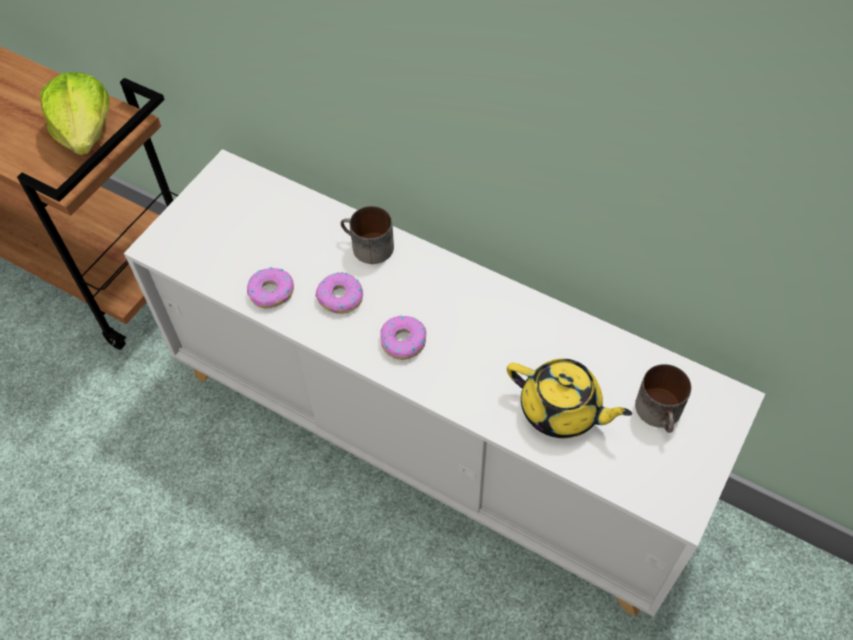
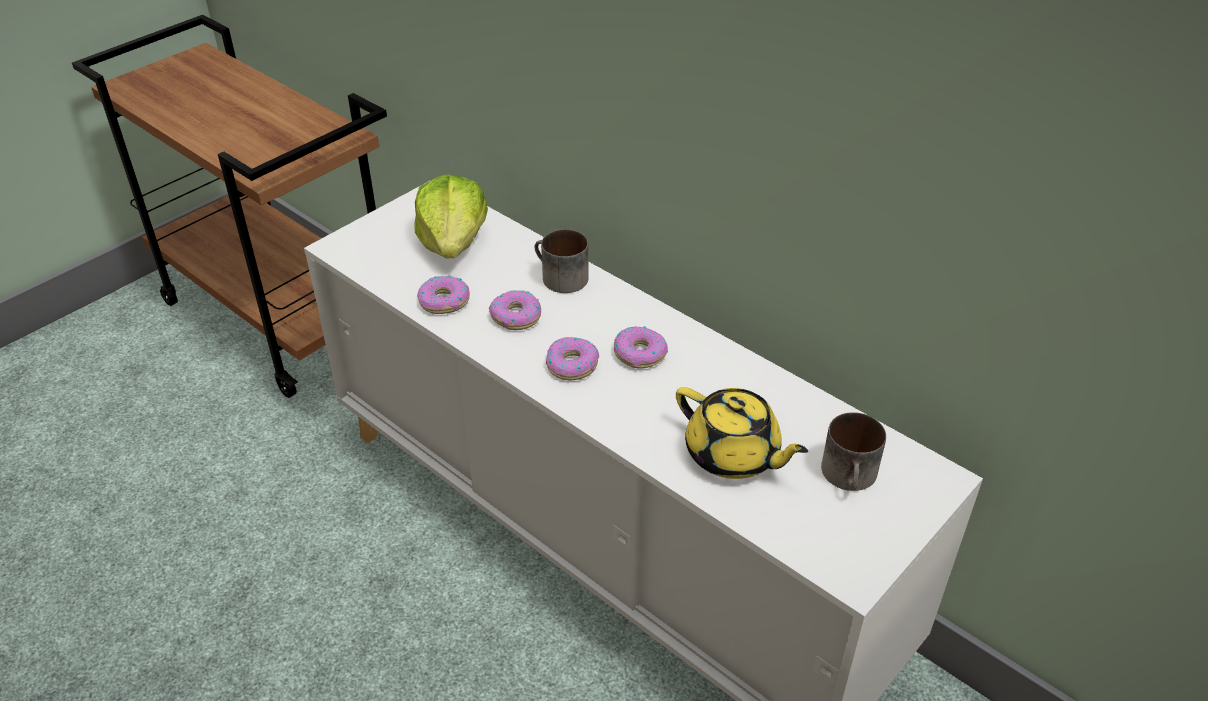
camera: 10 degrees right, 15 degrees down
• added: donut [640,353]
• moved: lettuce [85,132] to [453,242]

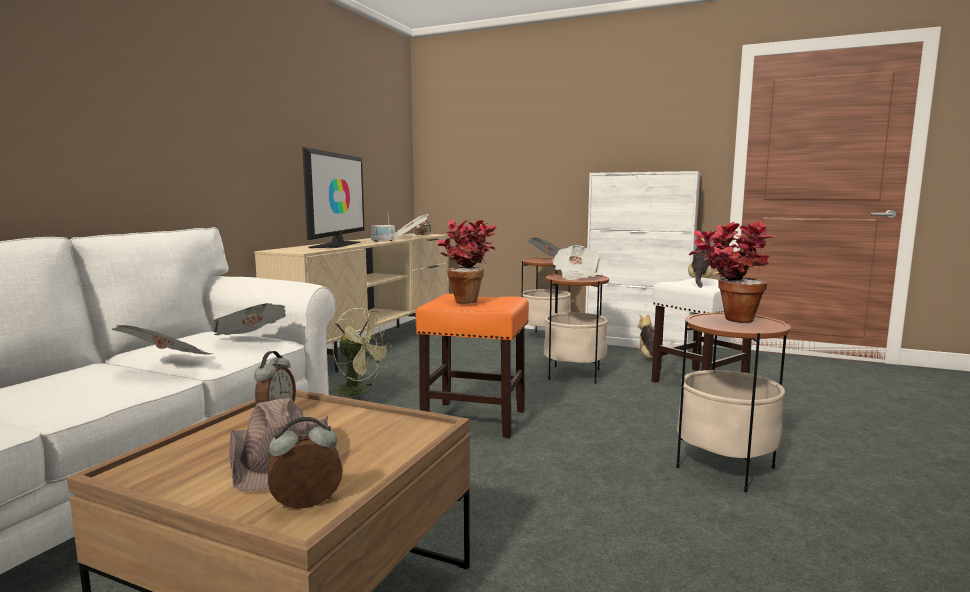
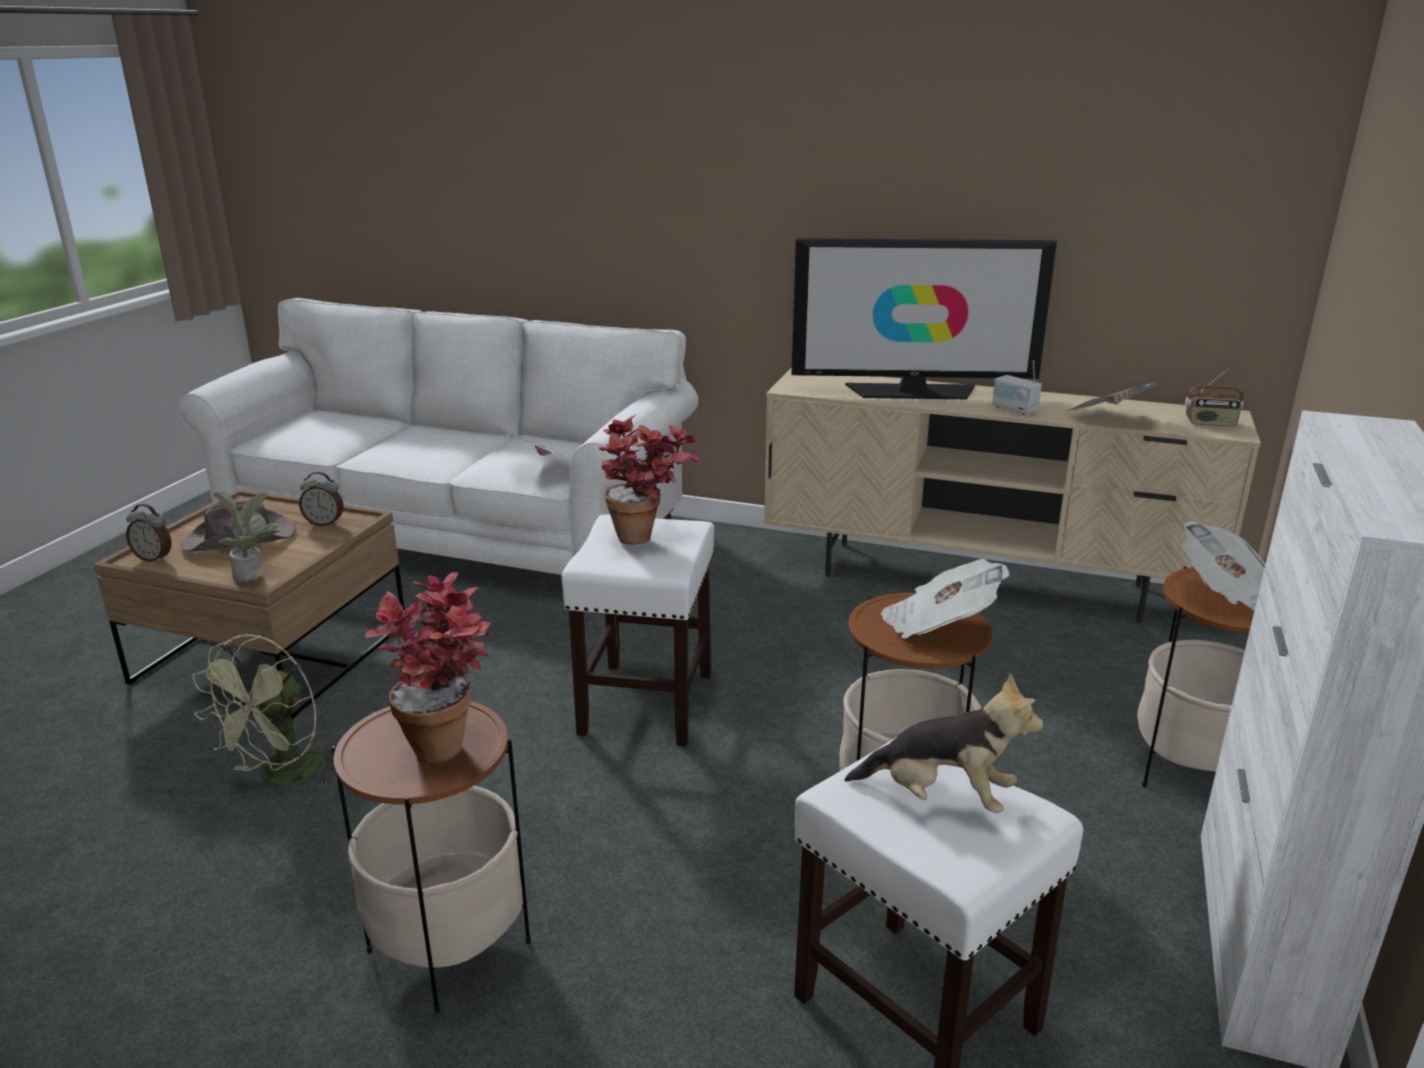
camera: 85 degrees right, 15 degrees up
• removed: printed paper [168,363]
• removed: cuddly toy [650,360]
• added: houseplant [255,574]
• moved: green electric fan [360,392] to [282,778]
• recoloured: orangey stool seat [475,419] to whitish stool seat [646,704]
• turned: bedside clock [307,506] = [154,558] 135 degrees clockwise

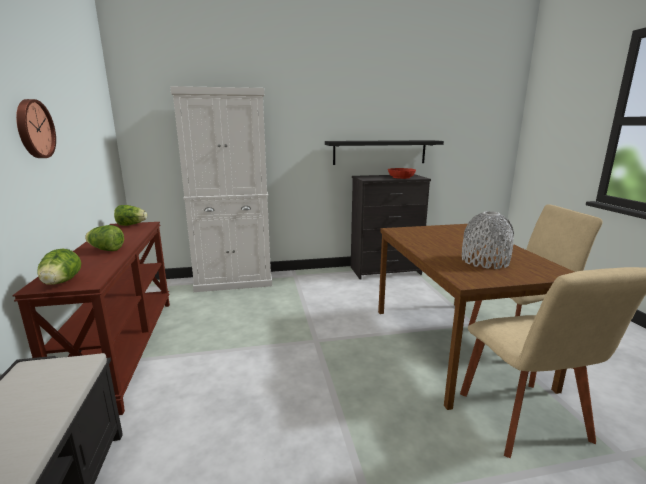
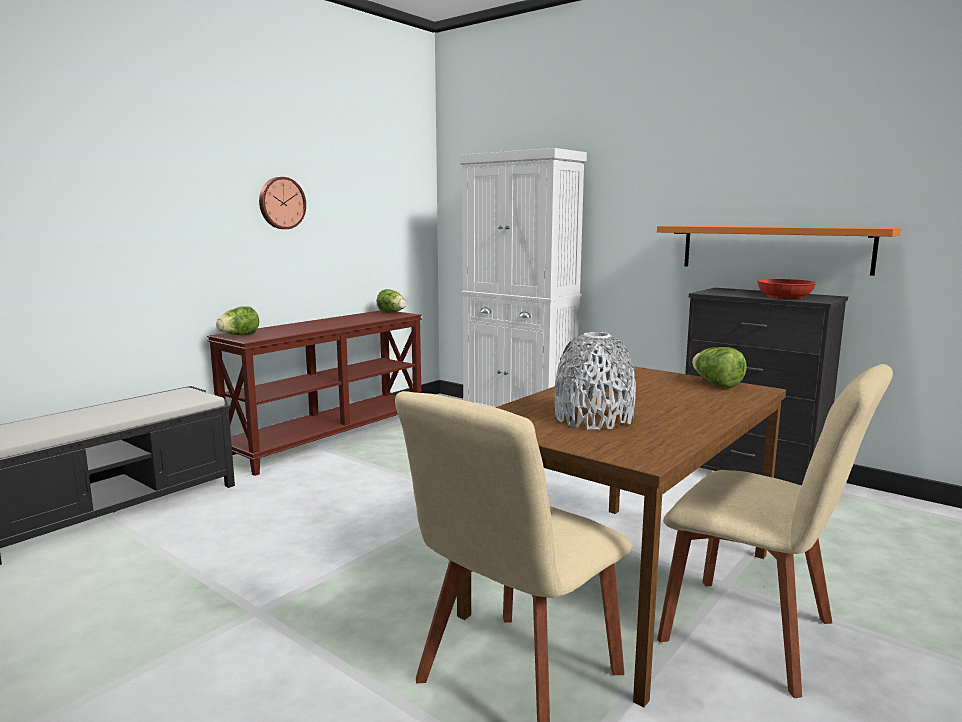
camera: 50 degrees right, 5 degrees down
• moved: lettuce [106,250] to [716,384]
• recoloured: black bracket shelf [379,152] to orangey bracket shelf [773,248]

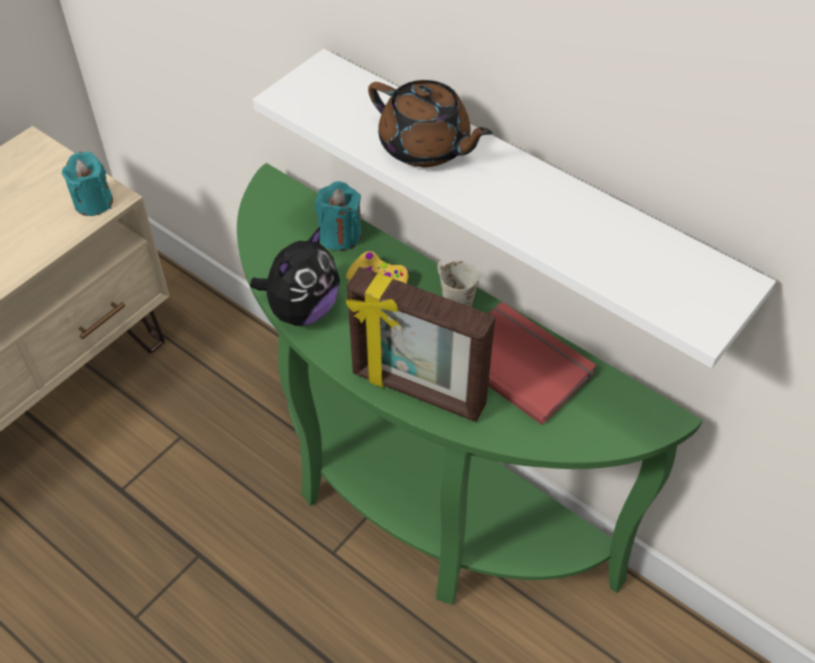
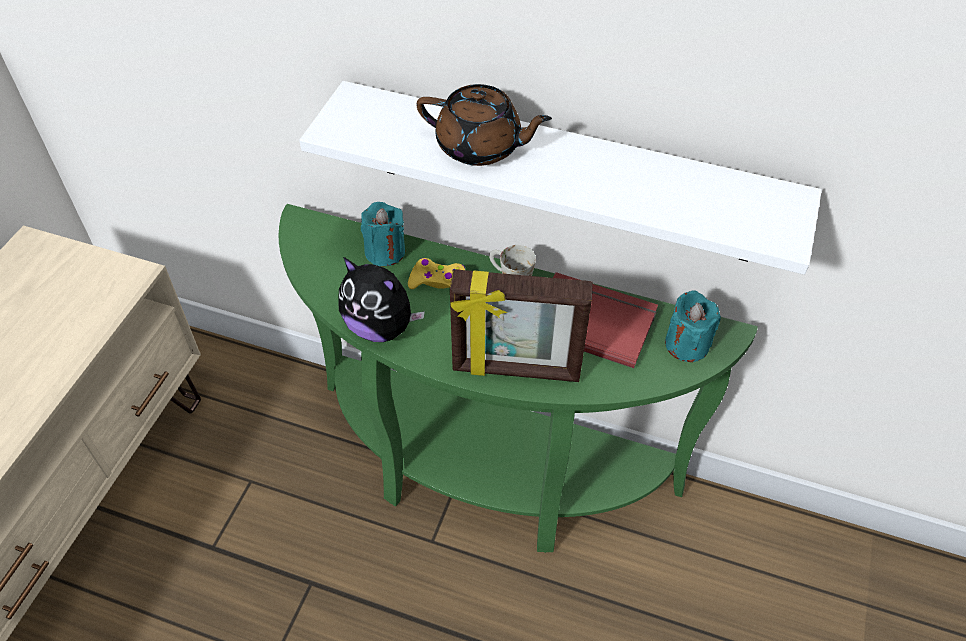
camera: 20 degrees left, 0 degrees up
• moved: turquoise candle [93,202] to [686,344]
• turned: cuddly toy [302,310] = [381,327] 105 degrees clockwise

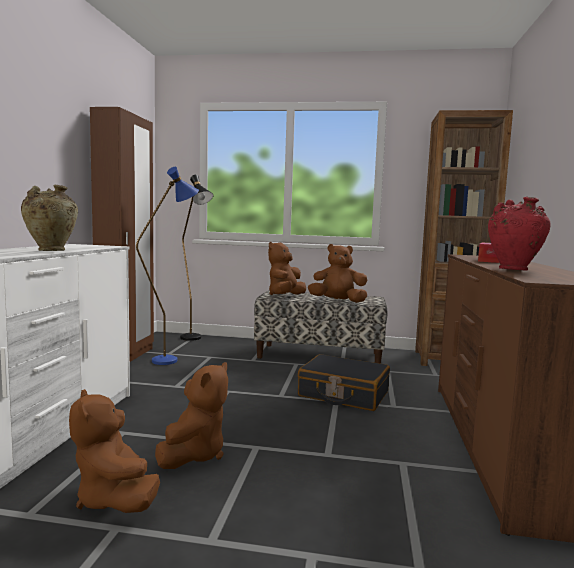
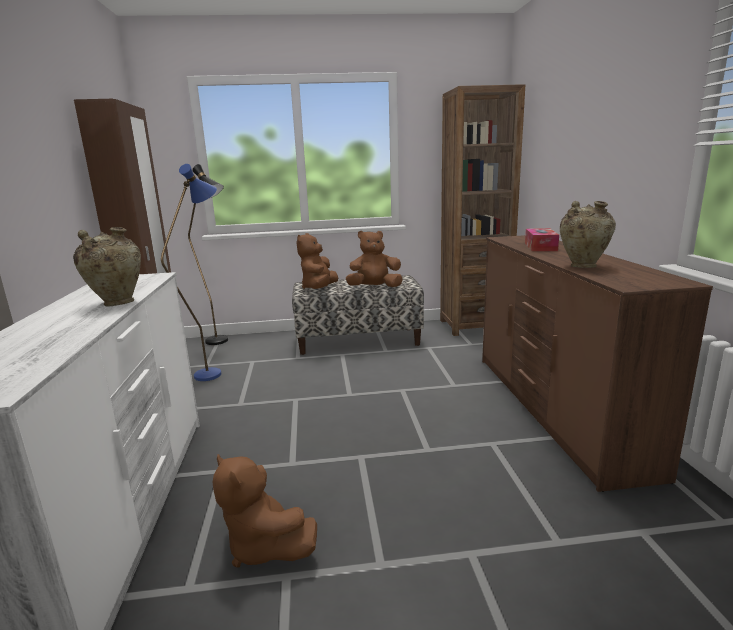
camera: 15 degrees left, 10 degrees up
• removed: brownish cuddly toy [194,454]
• removed: black travel case [343,394]
• recoloured: red decorative vase [513,270] to beige-coloured decorative vase [582,266]

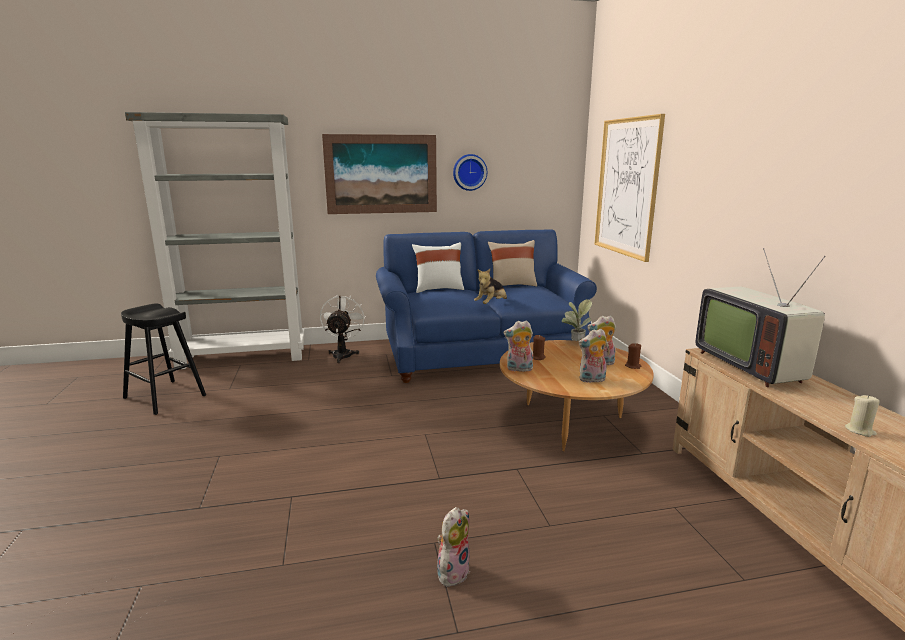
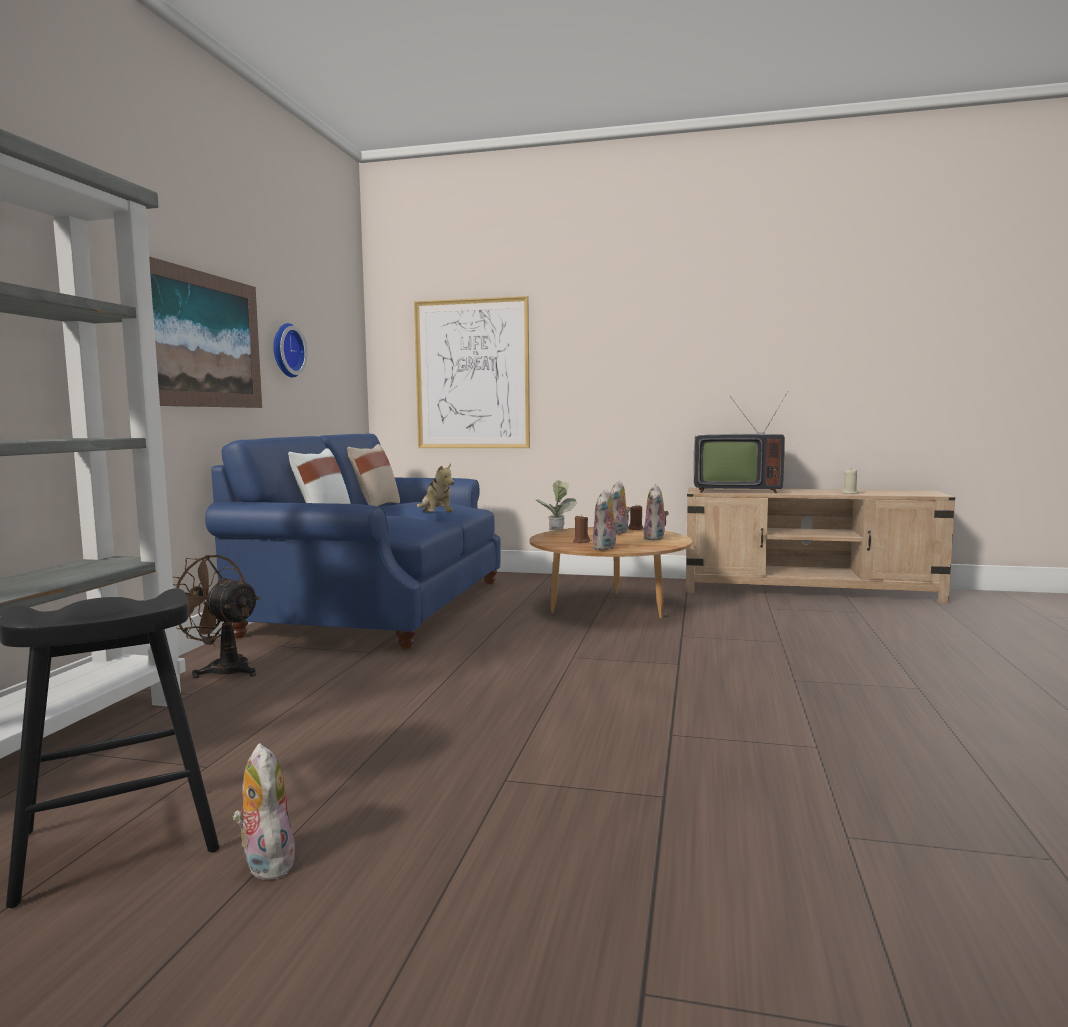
camera: 65 degrees left, 10 degrees down
• moved: cuddly toy [452,571] to [265,863]
• recoloured: whitish electric fan [343,354] to brownish electric fan [221,669]

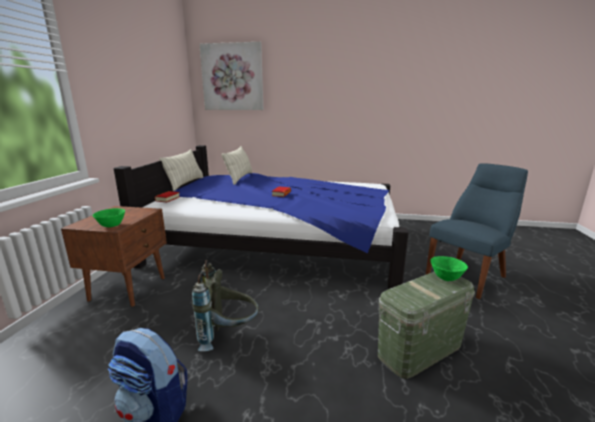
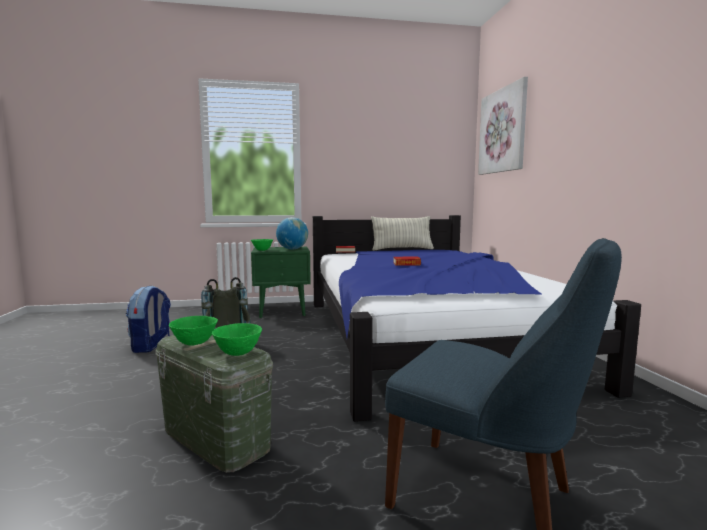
camera: 70 degrees right, 10 degrees down
• removed: cushion [239,178]
• added: green bowl [194,343]
• added: globe [292,249]
• recoloured: brownish bedside table [129,288] to green bedside table [283,311]

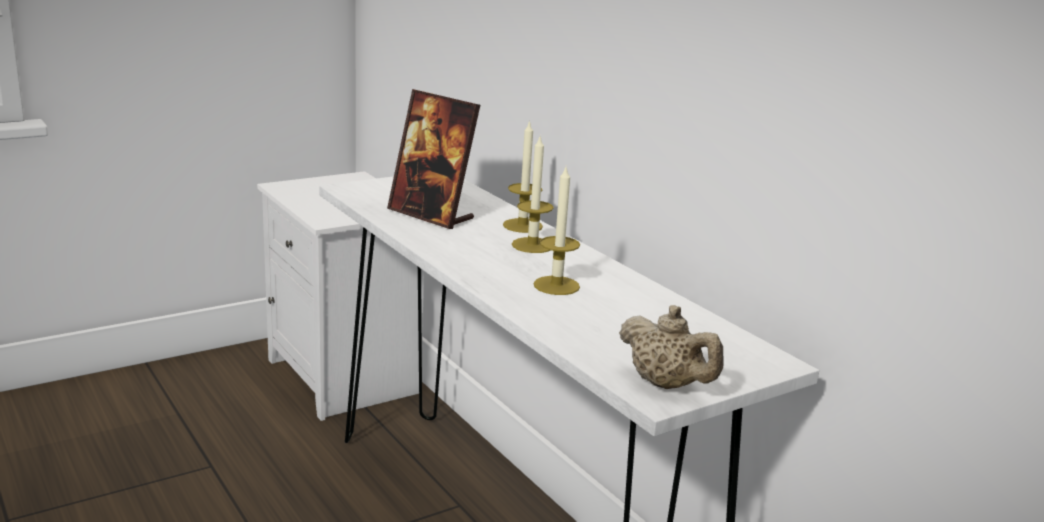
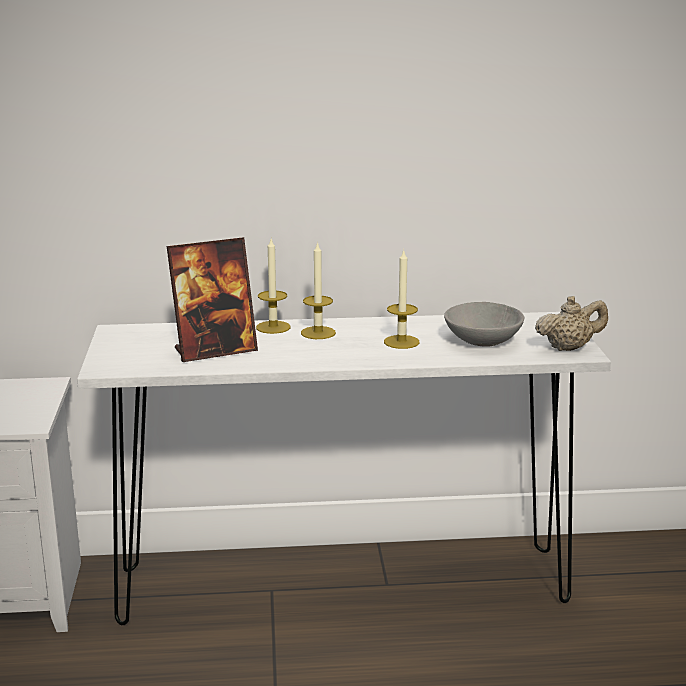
camera: 60 degrees left, 0 degrees up
• added: gray bowl [483,341]

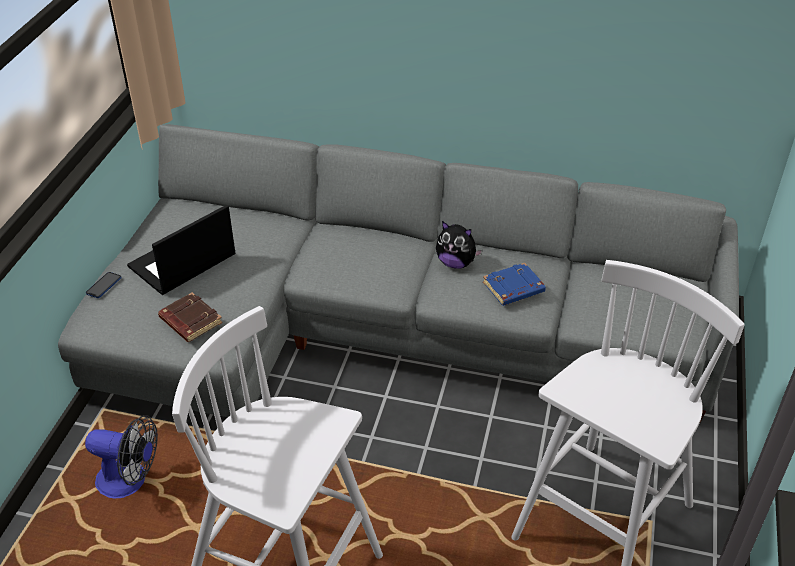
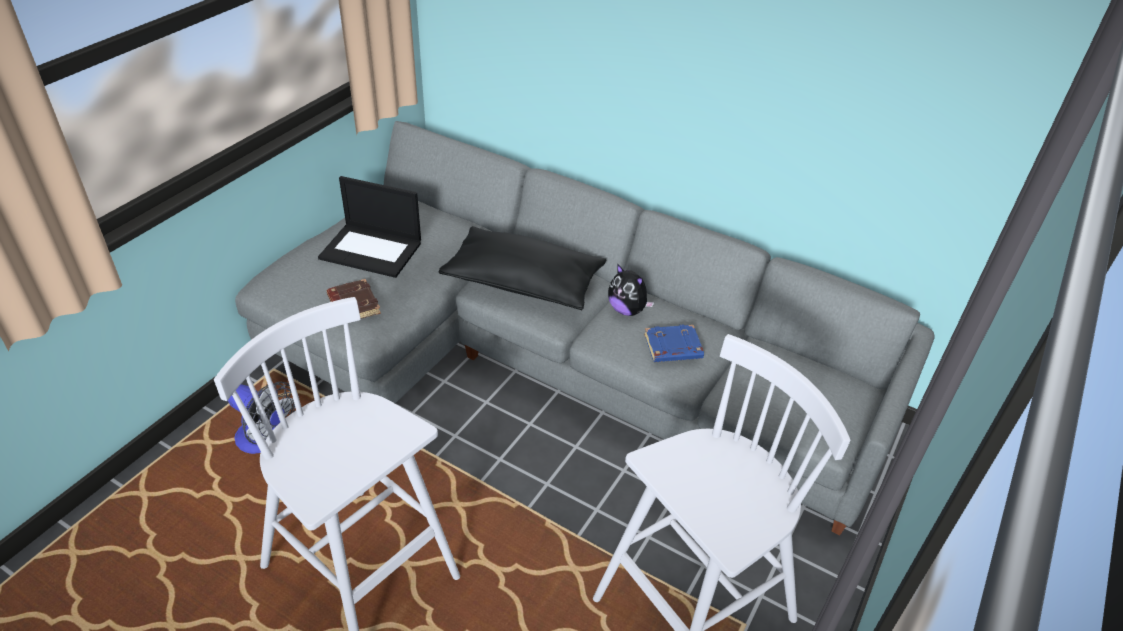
camera: 15 degrees right, 0 degrees up
• removed: phone [104,286]
• added: black cushion [523,283]
• turned: laptop [182,262] = [372,250] 135 degrees counterclockwise

